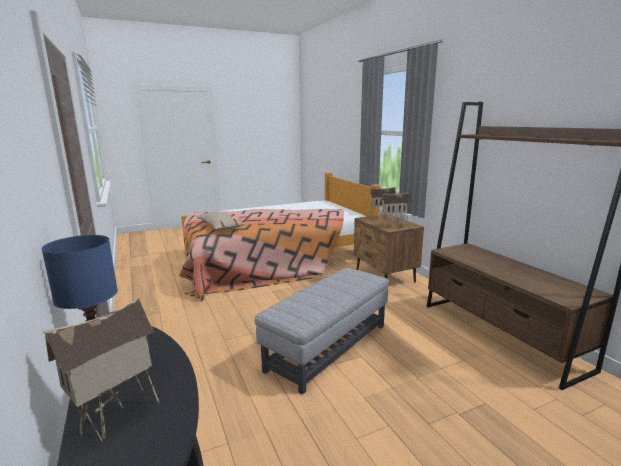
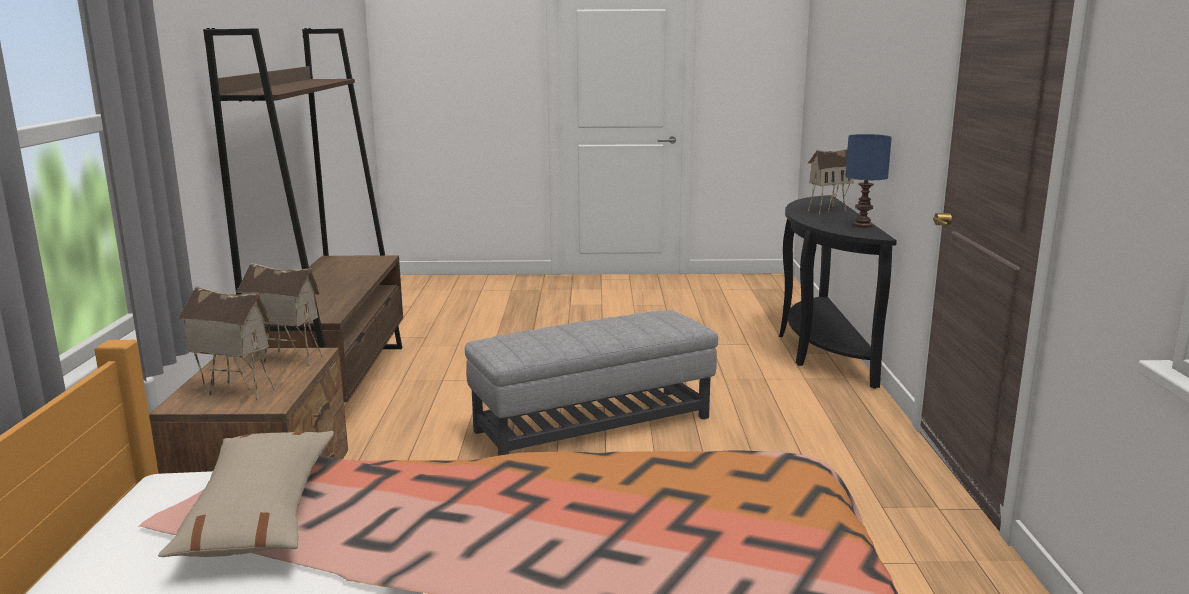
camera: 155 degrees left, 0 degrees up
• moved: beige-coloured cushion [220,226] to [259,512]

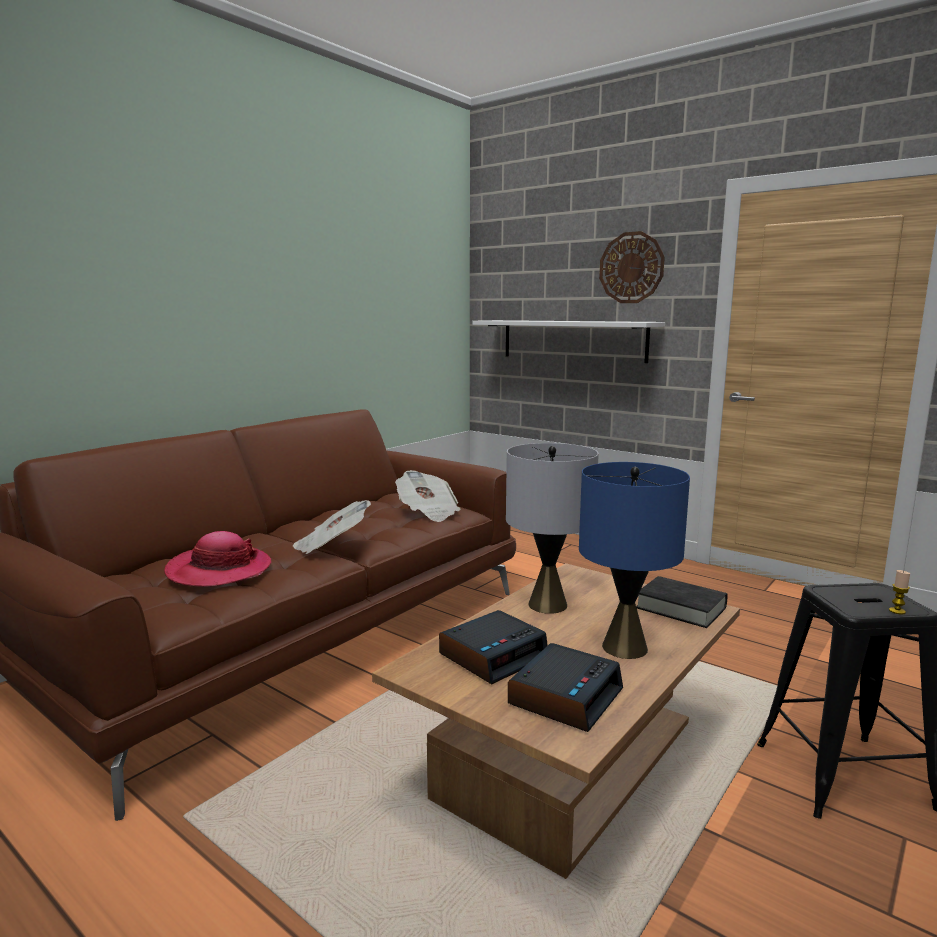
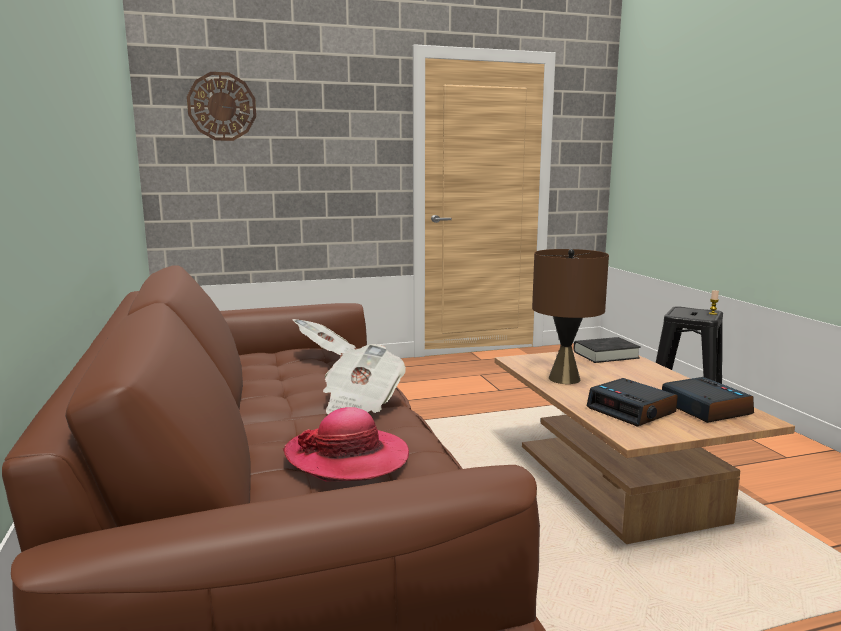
camera: 55 degrees left, 0 degrees up
• removed: whitish bracket shelf [572,340]
• removed: bluish lamp for a table [625,648]
• moved: wall clock [631,268] to [222,106]
• recoloured: gray lamp for a table [547,605] to brownish lamp for a table [564,379]
• turned: bedside clock [493,656] = [632,410] 150 degrees clockwise

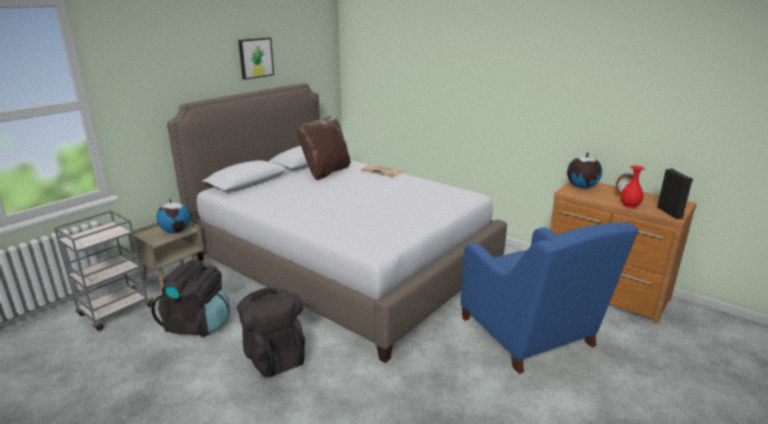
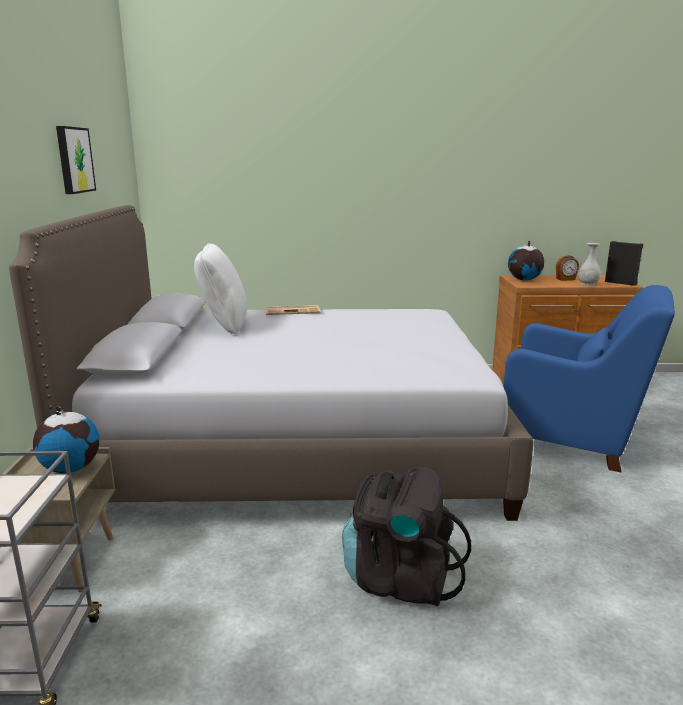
camera: 40 degrees left, 5 degrees down
• removed: black backpack [198,325]
• recoloured: brownish cushion [326,171] to whitish cushion [224,325]
• recoloured: red decorative vase [629,205] to whitish decorative vase [587,284]

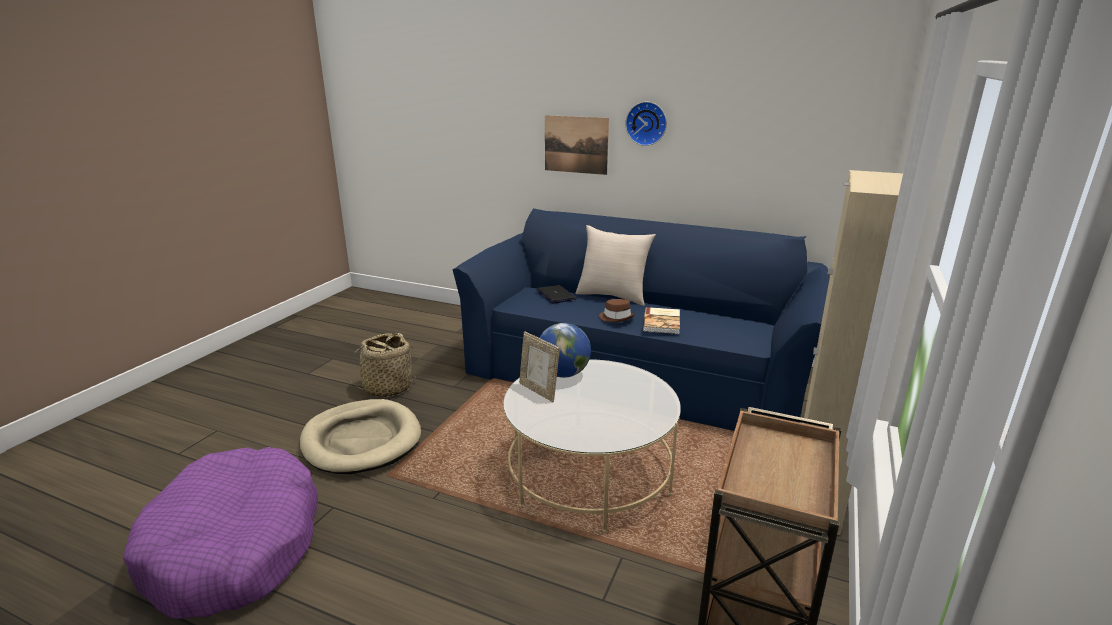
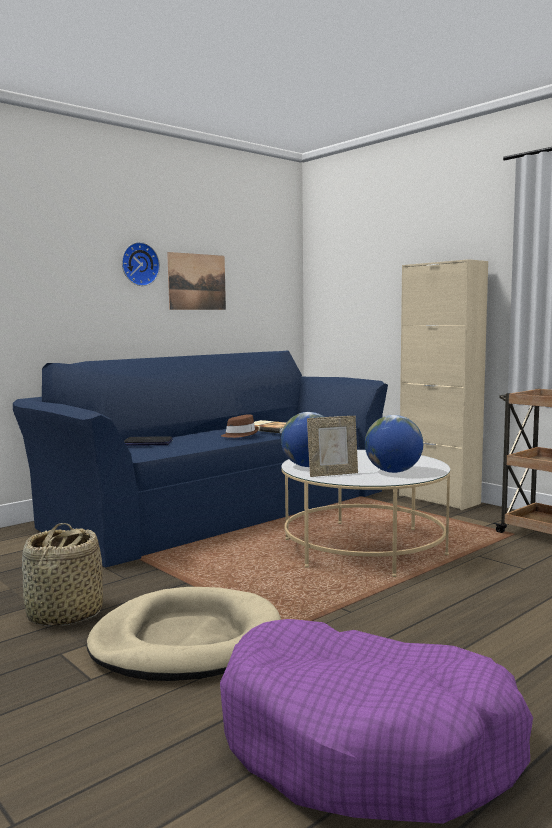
camera: 65 degrees left, 15 degrees down
• removed: beige-coloured cushion [613,296]
• added: globe [393,472]
• moved: wall picture [576,144] to [197,282]

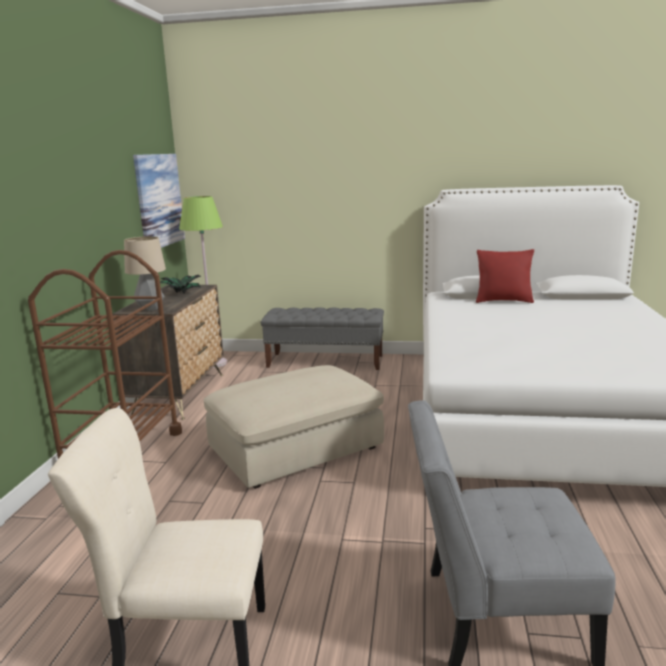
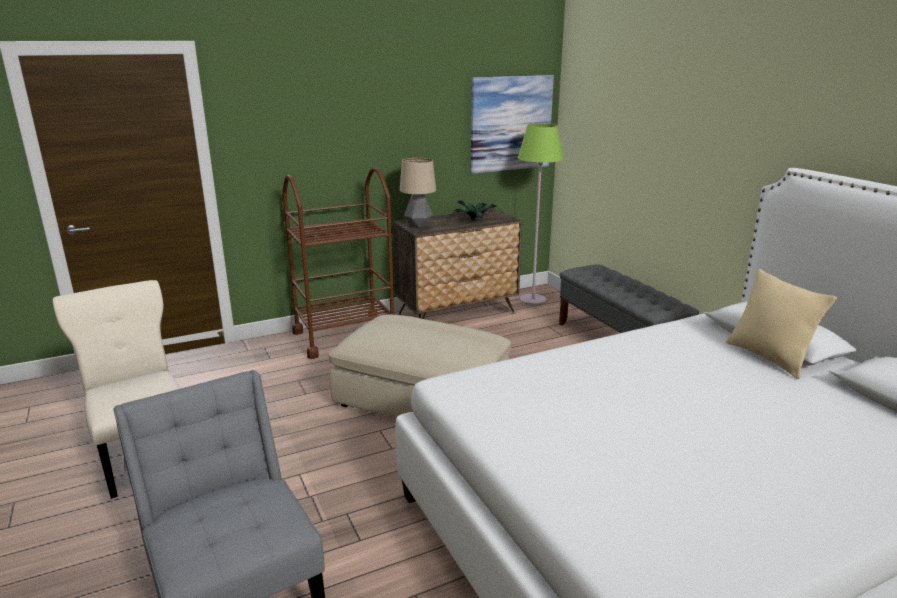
camera: 55 degrees right, 5 degrees up
• recoloured: red cushion [503,301] to beige-coloured cushion [768,357]

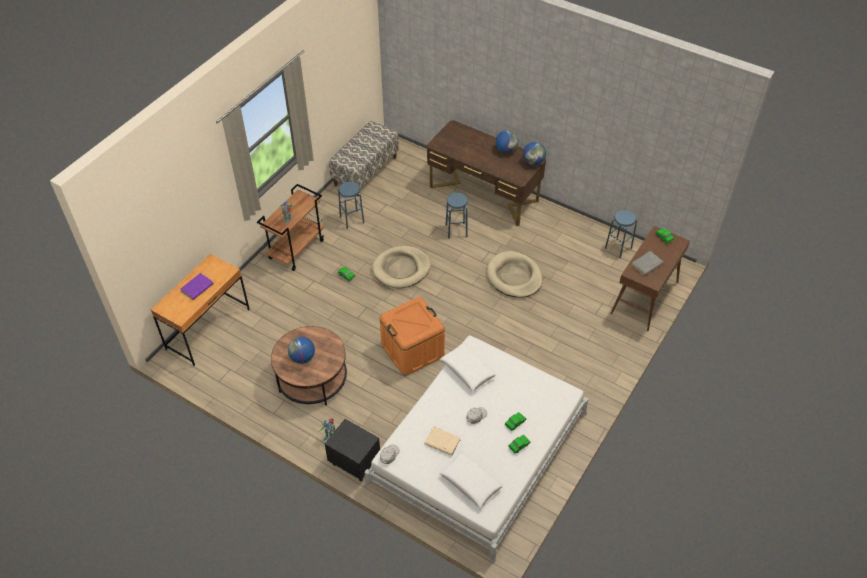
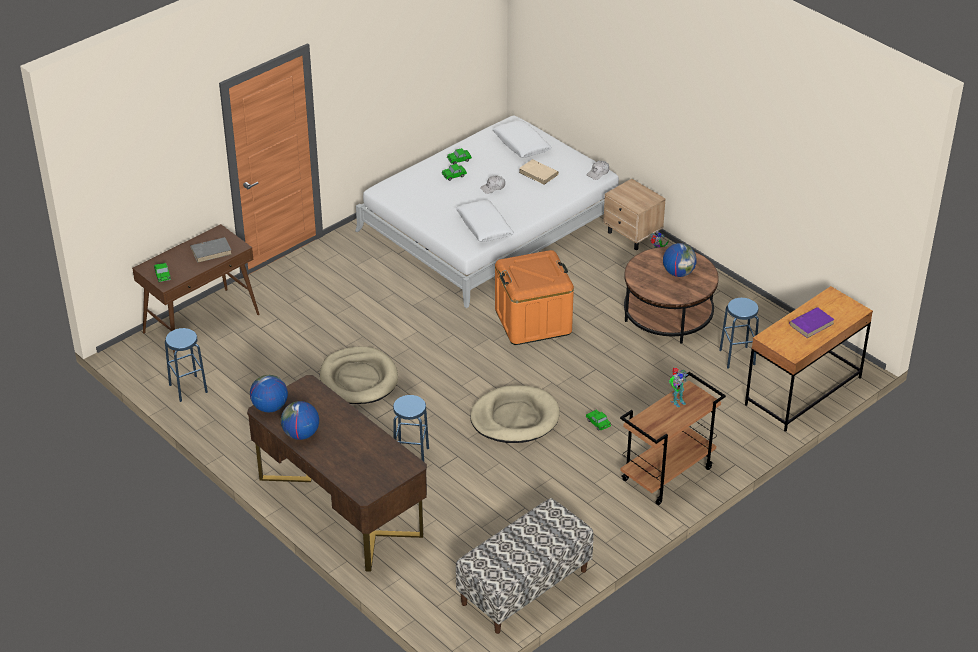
camera: 165 degrees left, 10 degrees down
• moved: bluish stool seat [352,219] to [737,357]
• recoloured: black bedside table [354,462] to beige-coloured bedside table [633,235]

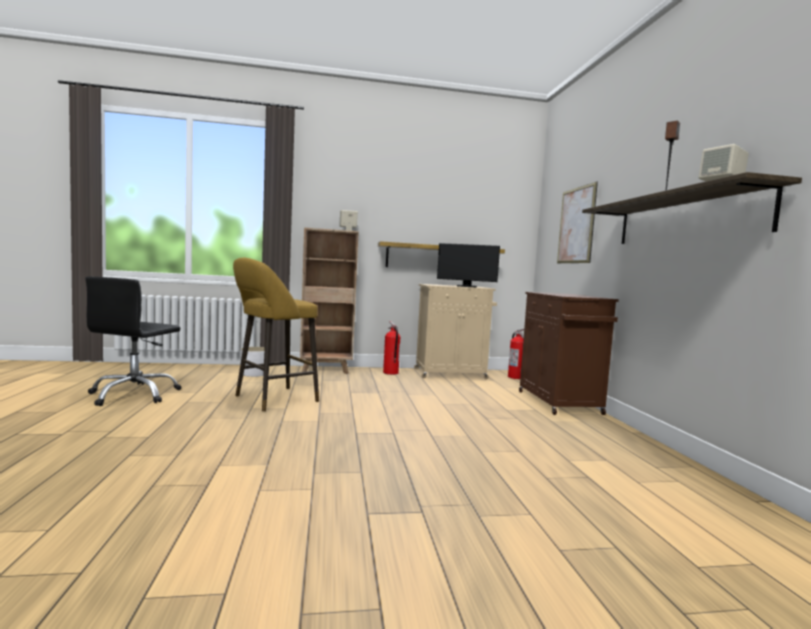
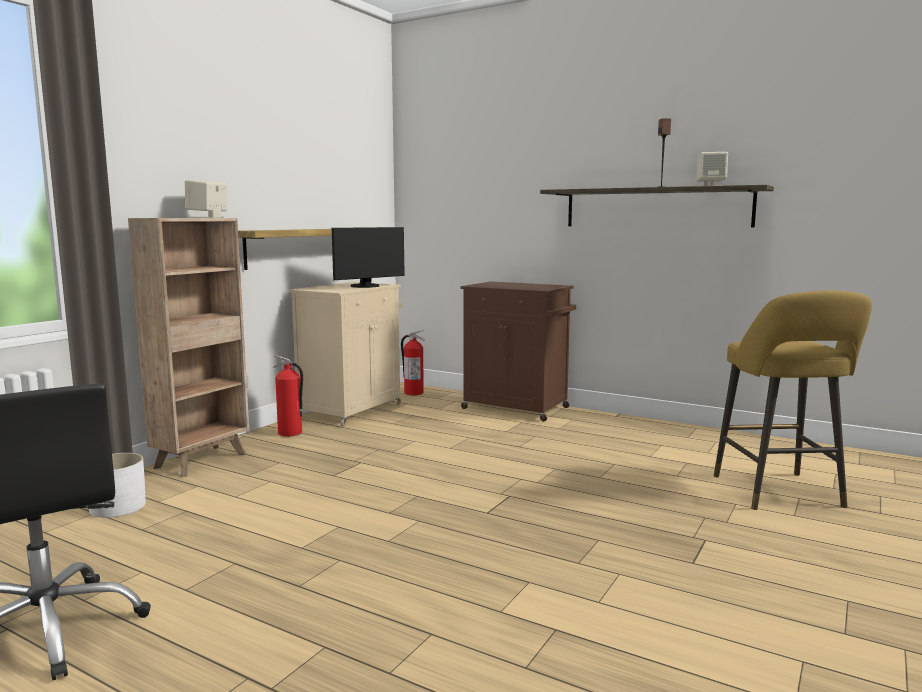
camera: 50 degrees left, 5 degrees up
• removed: wall picture [576,225]
• moved: yellow-coloured stool seat [272,399] to [780,494]

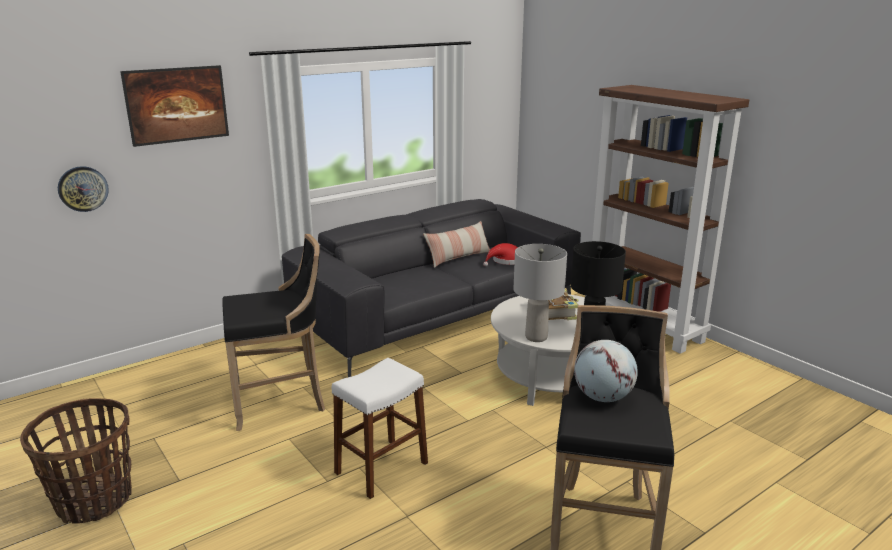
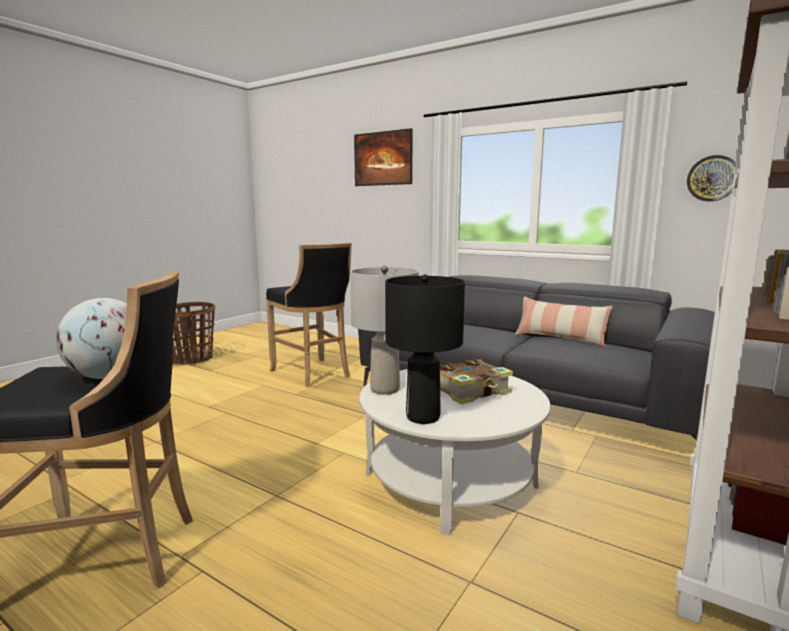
camera: 70 degrees right, 10 degrees down
• removed: whitish stool seat [381,468]
• removed: red hat [505,261]
• moved: wall clock [83,188] to [712,178]

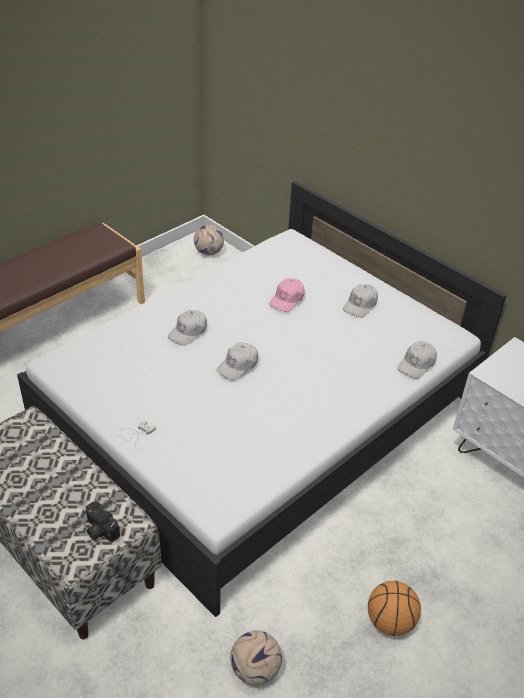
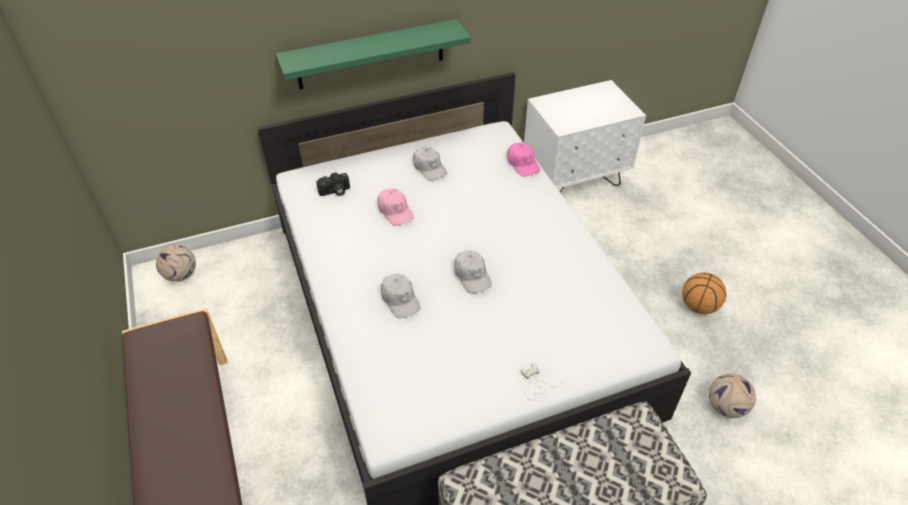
camera: 65 degrees left, 5 degrees up
• added: green bracket shelf [371,55]
• moved: still camera [99,529] to [335,192]
• recoloured: whitish cap [417,364] to pink-coloured cap [522,163]

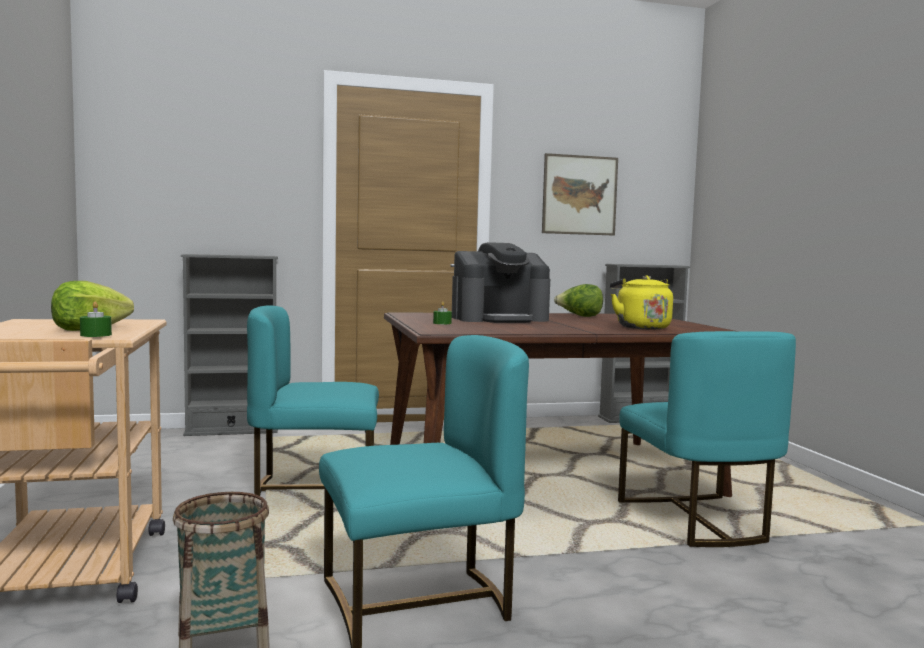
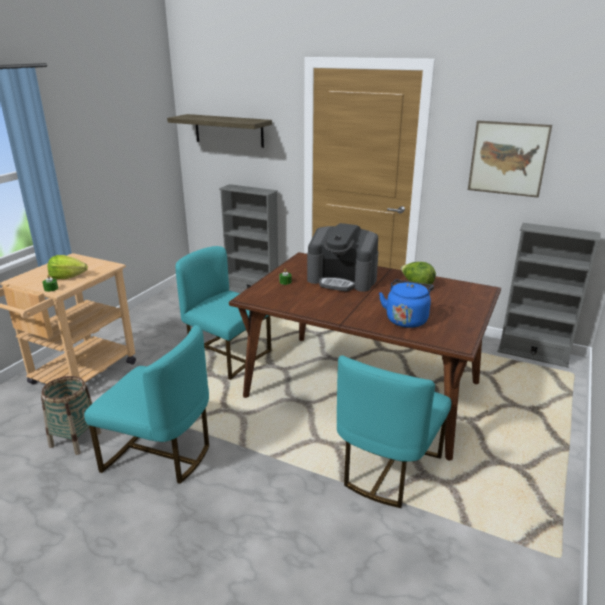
camera: 40 degrees right, 20 degrees up
• added: bracket shelf [228,130]
• recoloured: yellow-coloured water kettle [640,327] to bluish water kettle [406,319]

